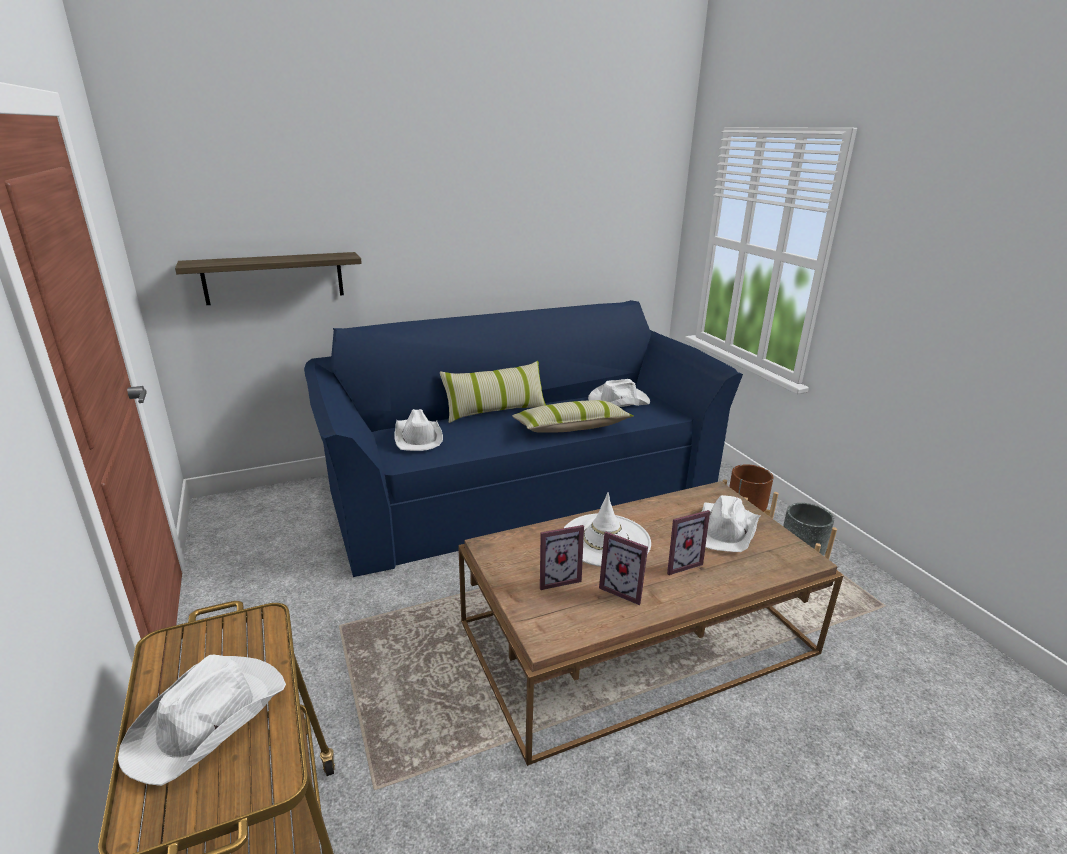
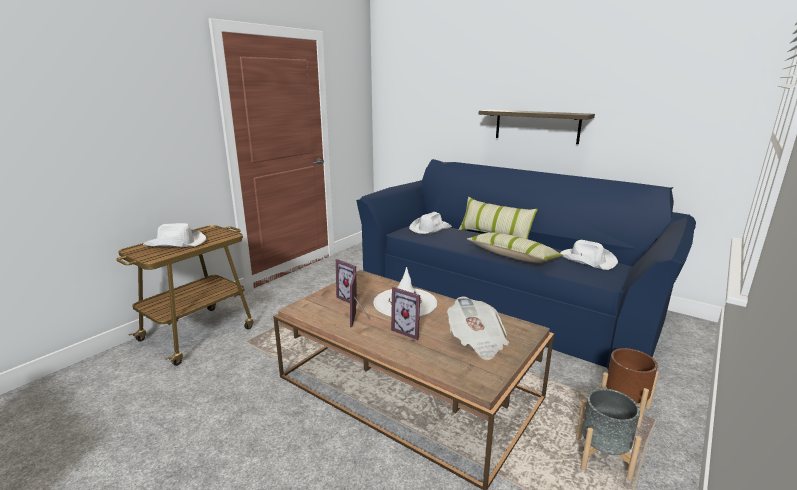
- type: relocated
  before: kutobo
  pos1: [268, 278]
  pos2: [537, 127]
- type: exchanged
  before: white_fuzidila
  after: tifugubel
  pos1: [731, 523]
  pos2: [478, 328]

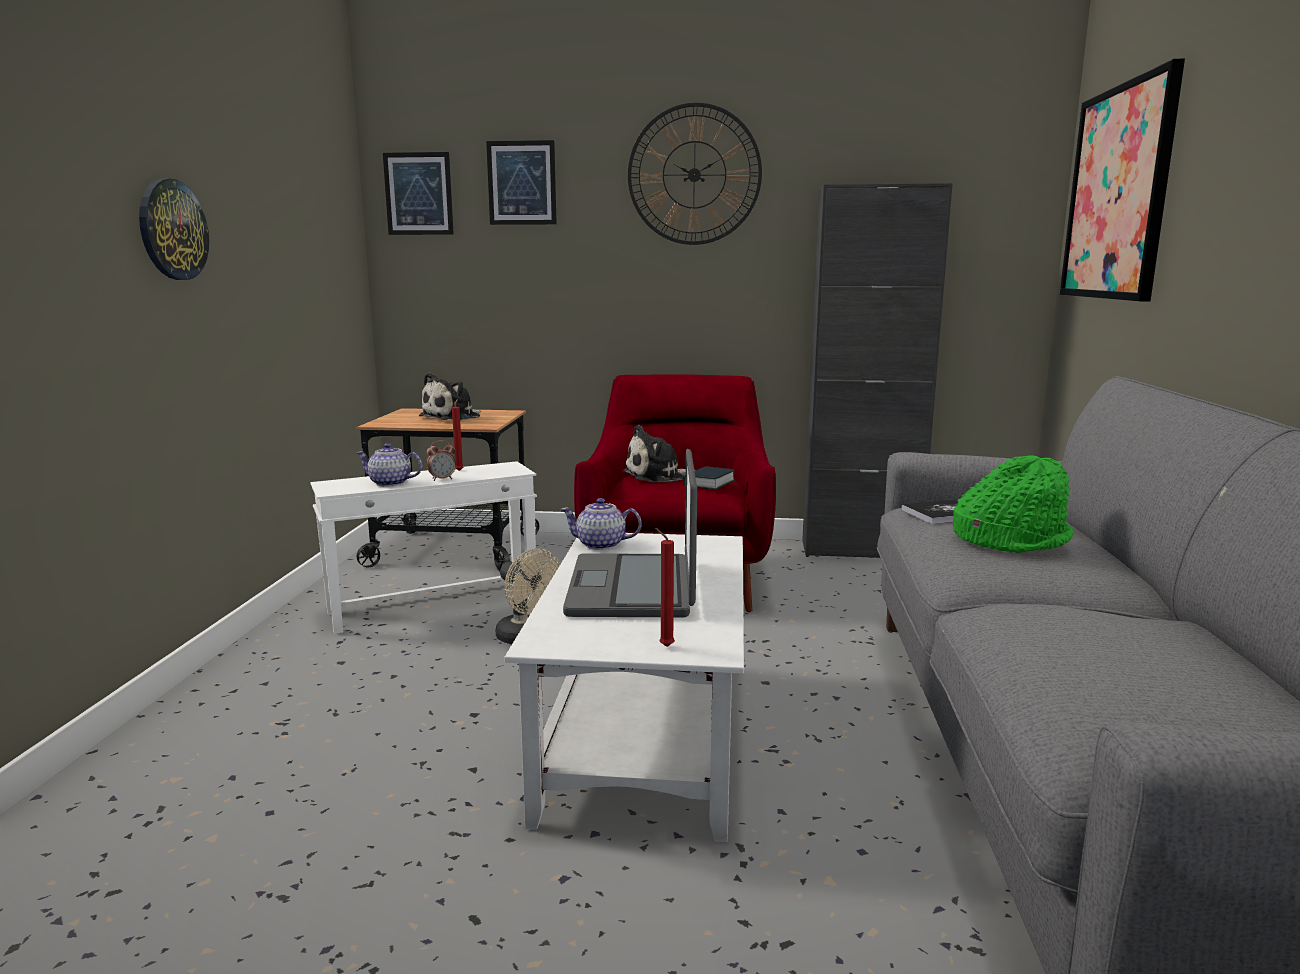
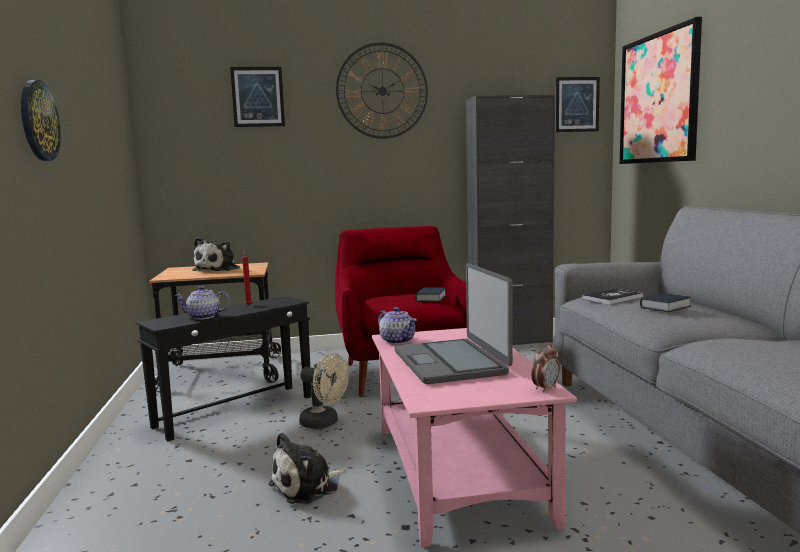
- type: missing
  before: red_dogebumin
  pos1: [665, 587]
- type: relocated
  before: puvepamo
  pos1: [418, 193]
  pos2: [577, 104]
- type: relocated
  before: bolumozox
  pos1: [441, 460]
  pos2: [545, 368]
- type: relocated
  before: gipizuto
  pos1: [659, 454]
  pos2: [307, 468]
- type: exchanged
  before: green_fuzidila
  after: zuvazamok
  pos1: [1013, 504]
  pos2: [666, 302]
- type: colour
  before: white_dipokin
  after: black_dipokin
  pos1: [423, 547]
  pos2: [224, 368]
- type: colour
  before: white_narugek
  after: pink_narugek
  pos1: [624, 687]
  pos2: [474, 437]
- type: spun
  before: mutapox
  pos1: [601, 524]
  pos2: [397, 325]
  turn: -120

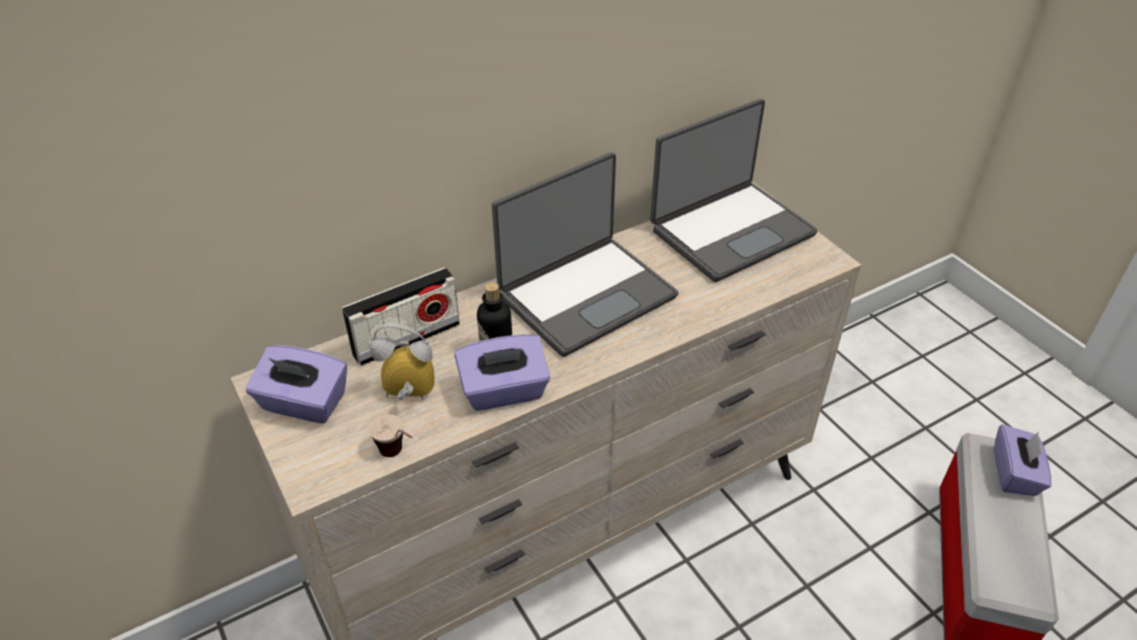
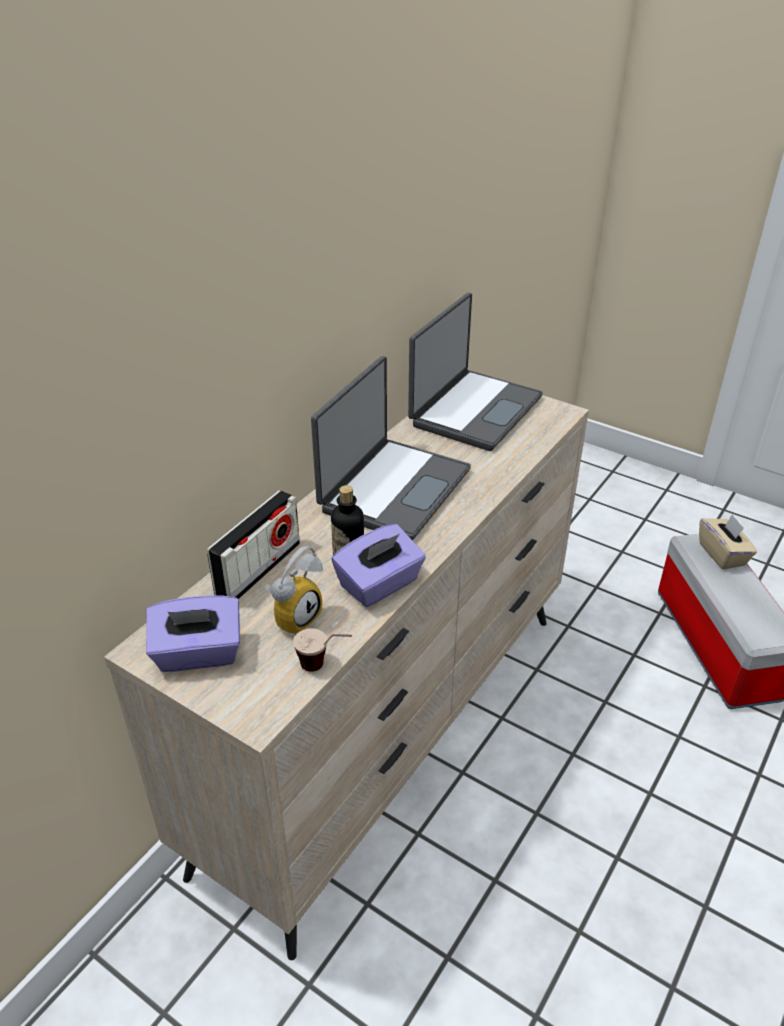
- type: colour
  before: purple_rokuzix
  after: beige_rokuzix
  pos1: [1022, 460]
  pos2: [728, 542]
- type: spun
  before: bolumozox
  pos1: [402, 361]
  pos2: [293, 590]
  turn: 150

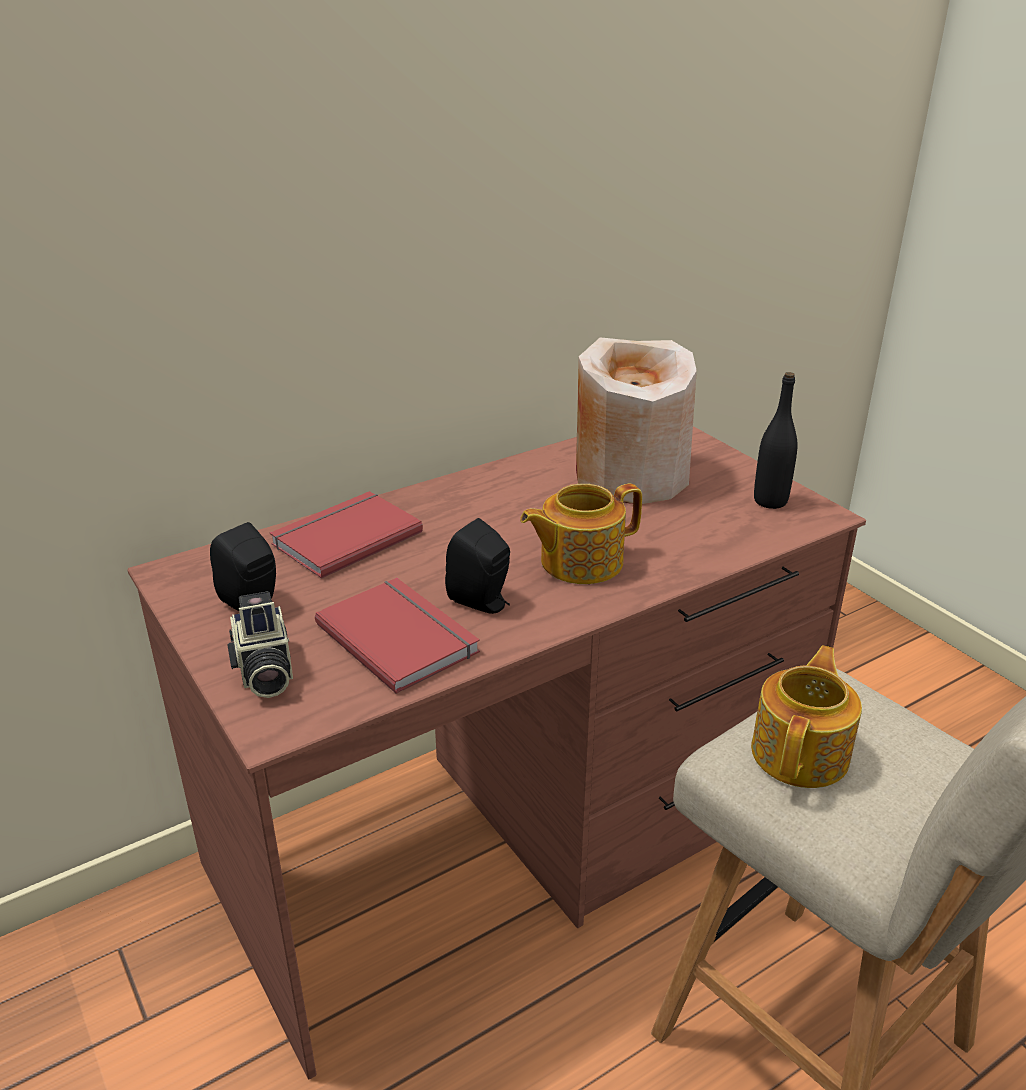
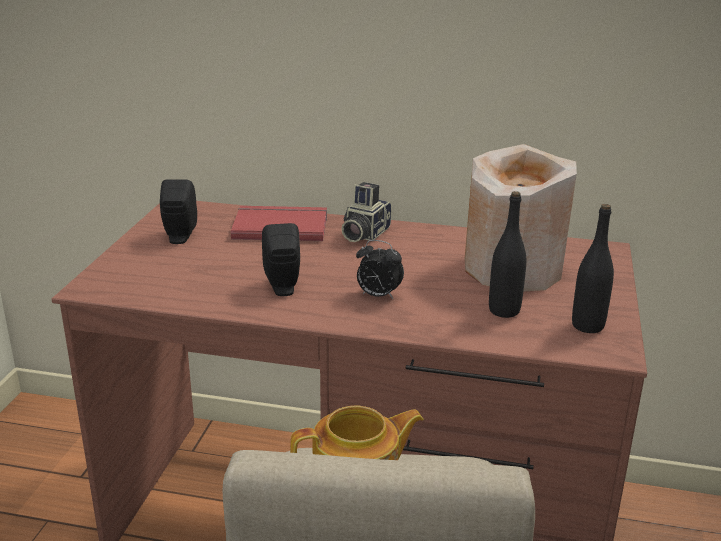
- type: missing
  before: red_zuvazamok
  pos1: [397, 636]
- type: appeared
  after: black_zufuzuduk
  pos2: [507, 254]
- type: relocated
  before: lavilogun
  pos1: [260, 644]
  pos2: [366, 212]
- type: exchanged
  before: mutapox
  after: bolumozox
  pos1: [581, 534]
  pos2: [380, 269]

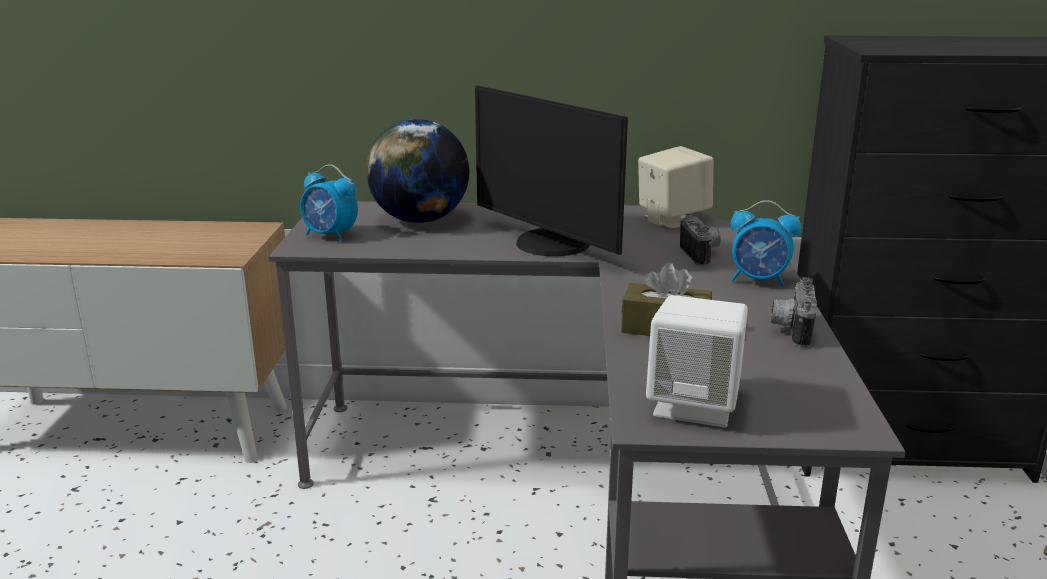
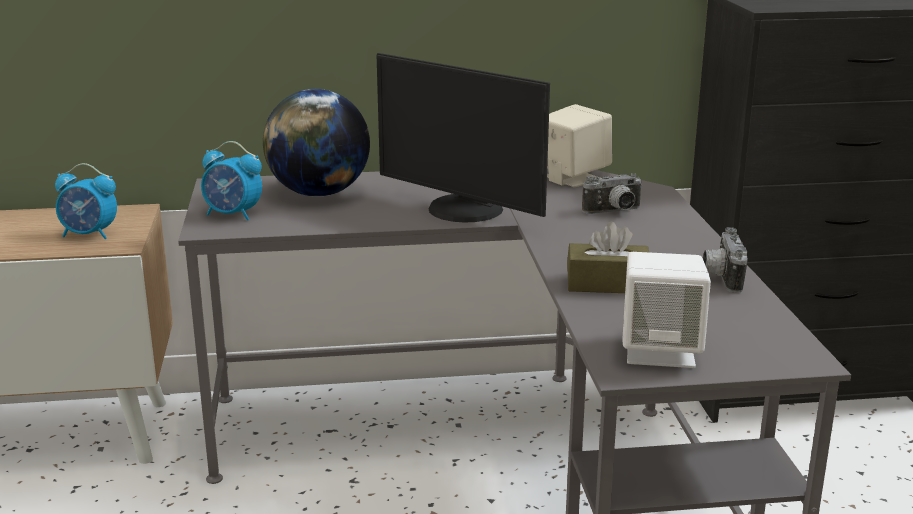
- type: relocated
  before: bolumozox
  pos1: [766, 243]
  pos2: [86, 201]
- type: spun
  before: lavilogun
  pos1: [700, 240]
  pos2: [612, 193]
  turn: 90

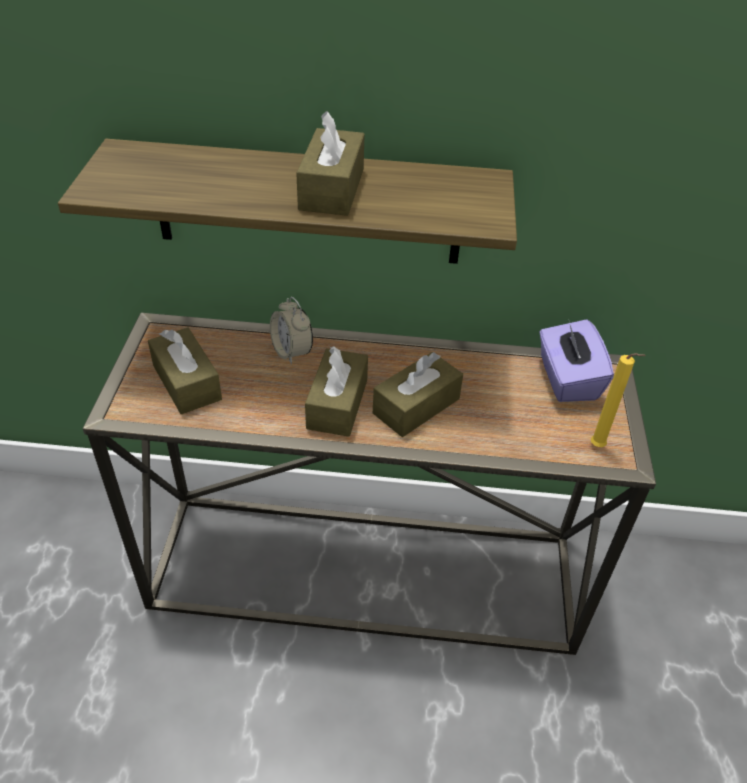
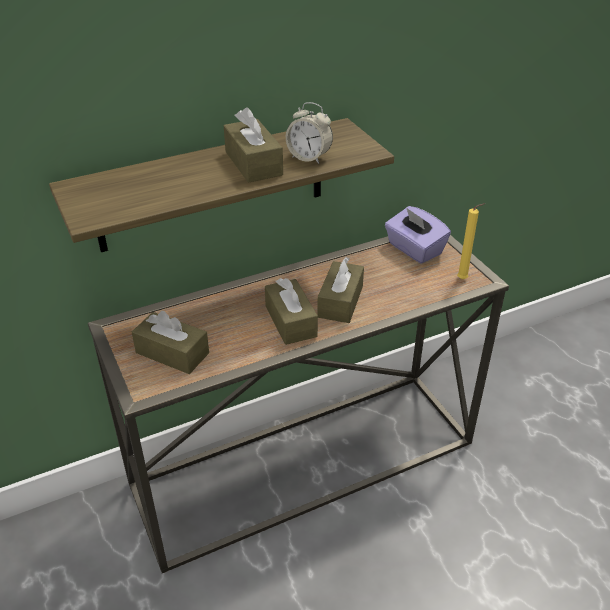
- type: relocated
  before: bolumozox
  pos1: [291, 331]
  pos2: [309, 133]

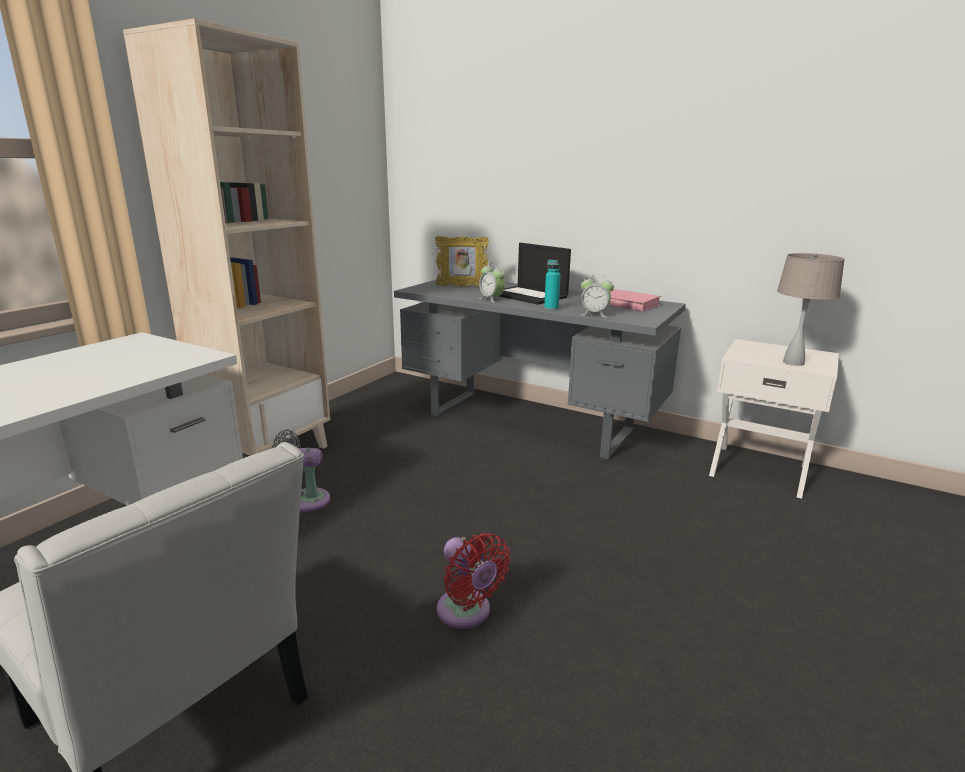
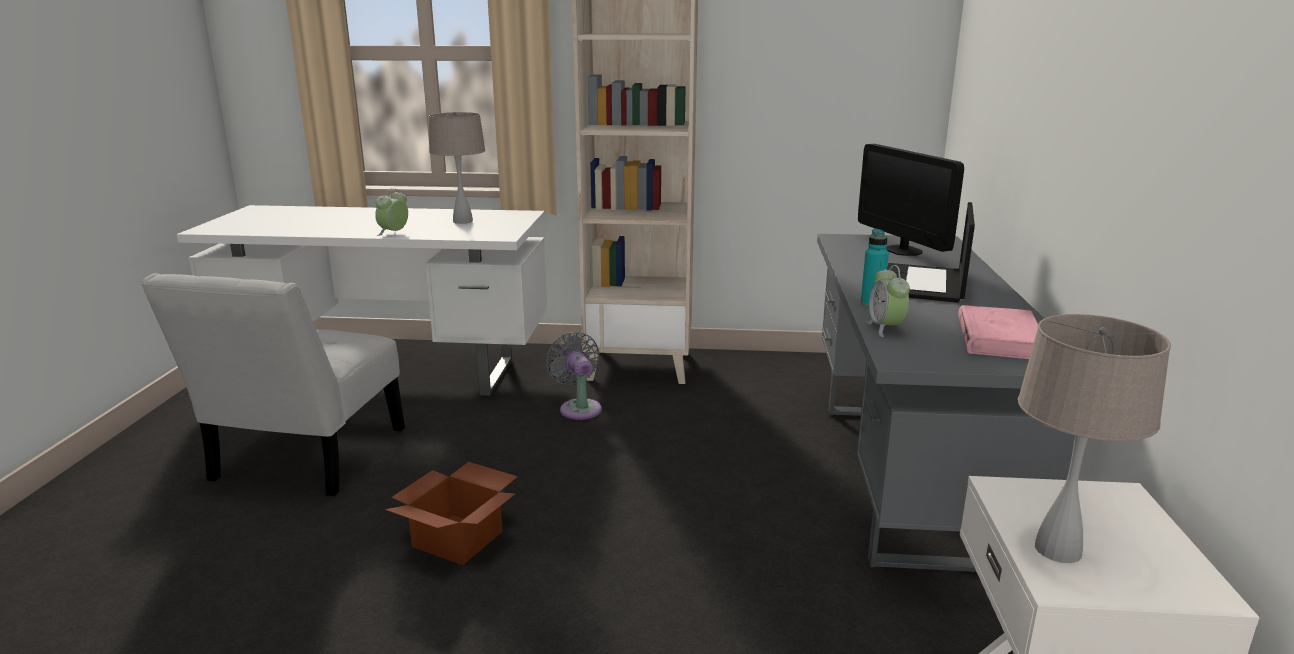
- type: appeared
  after: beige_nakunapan
  pos2: [457, 168]
- type: relocated
  before: bolumozox
  pos1: [492, 283]
  pos2: [391, 212]
- type: exchanged
  before: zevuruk
  after: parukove
  pos1: [462, 261]
  pos2: [911, 200]
- type: exchanged
  before: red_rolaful
  after: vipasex
  pos1: [473, 581]
  pos2: [451, 513]

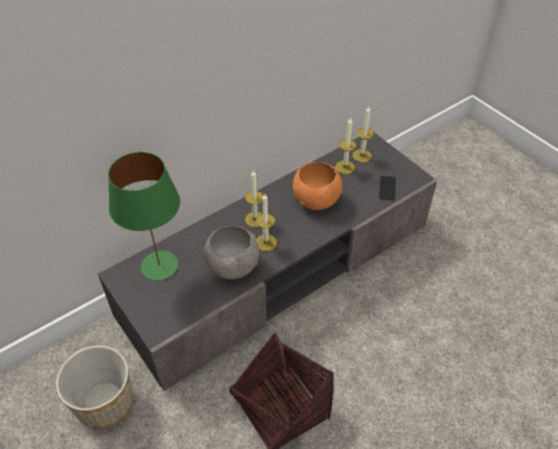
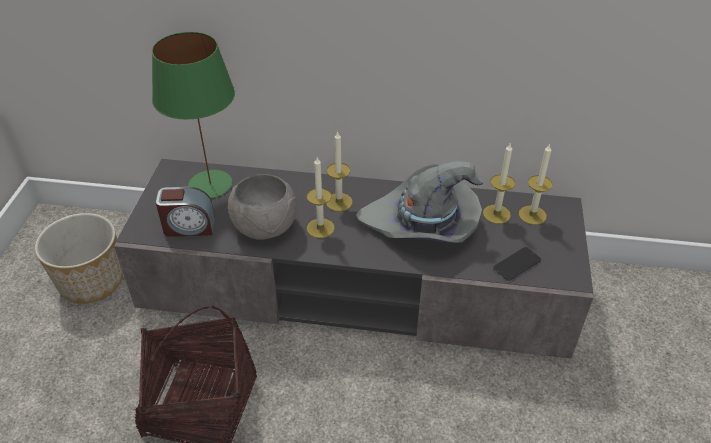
- type: appeared
  after: bolumozox
  pos2: [185, 212]
- type: exchanged
  before: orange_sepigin
  after: grey_fuzidila
  pos1: [318, 186]
  pos2: [420, 202]

